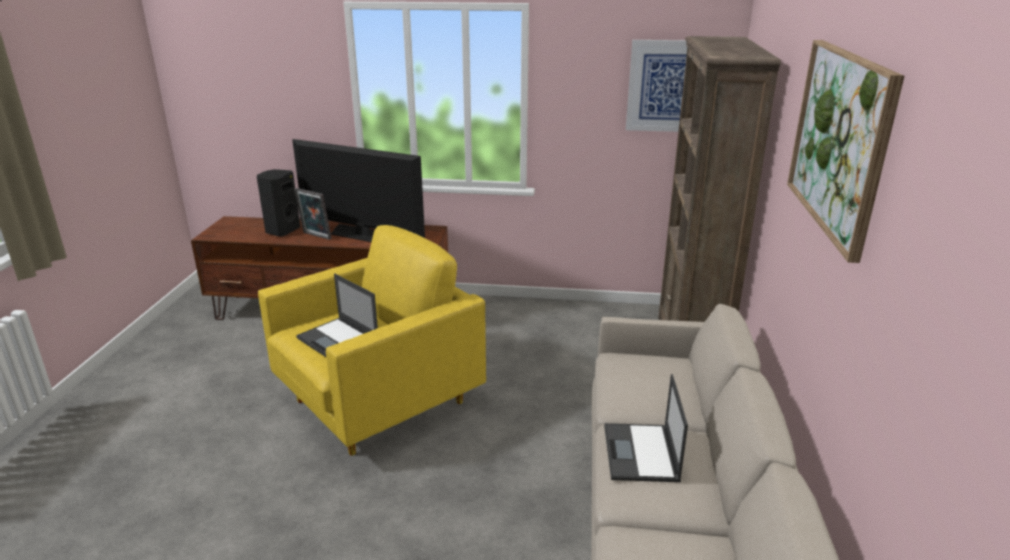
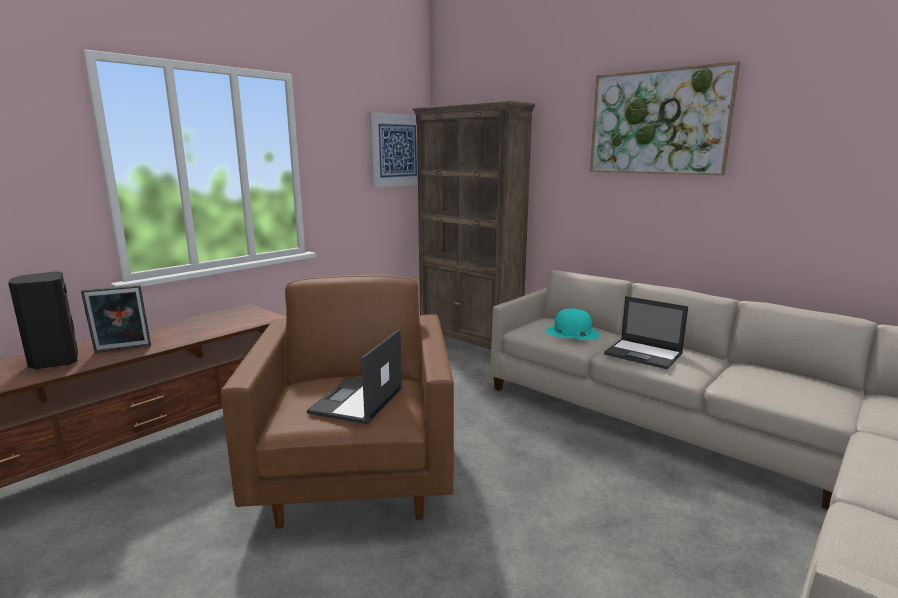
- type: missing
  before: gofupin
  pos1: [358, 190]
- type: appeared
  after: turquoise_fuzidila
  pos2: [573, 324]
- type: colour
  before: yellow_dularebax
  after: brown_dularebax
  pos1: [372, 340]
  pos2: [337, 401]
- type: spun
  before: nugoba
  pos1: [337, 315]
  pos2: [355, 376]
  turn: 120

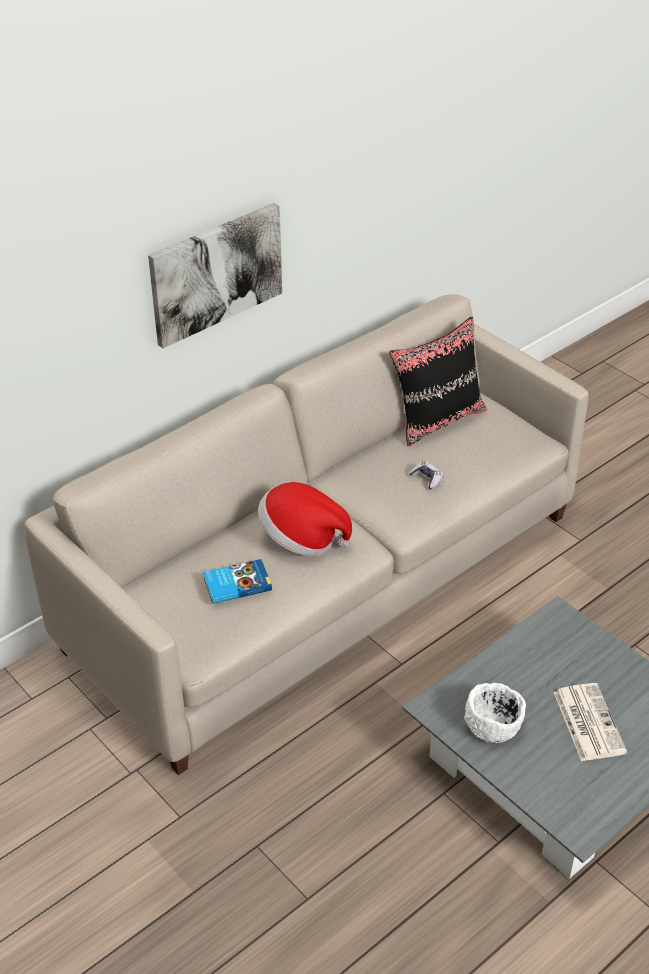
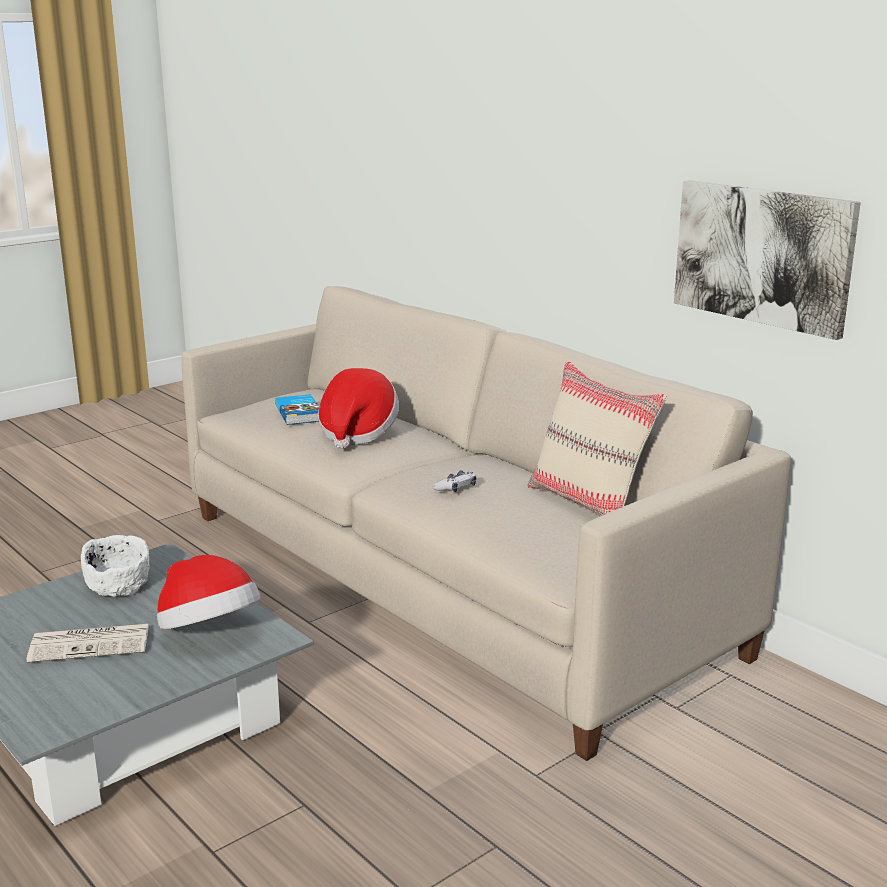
- type: appeared
  after: fuzidila
  pos2: [209, 592]
- type: relocated
  before: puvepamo
  pos1: [215, 275]
  pos2: [767, 260]
- type: colour
  before: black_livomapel
  after: beige_livomapel
  pos1: [438, 382]
  pos2: [597, 438]

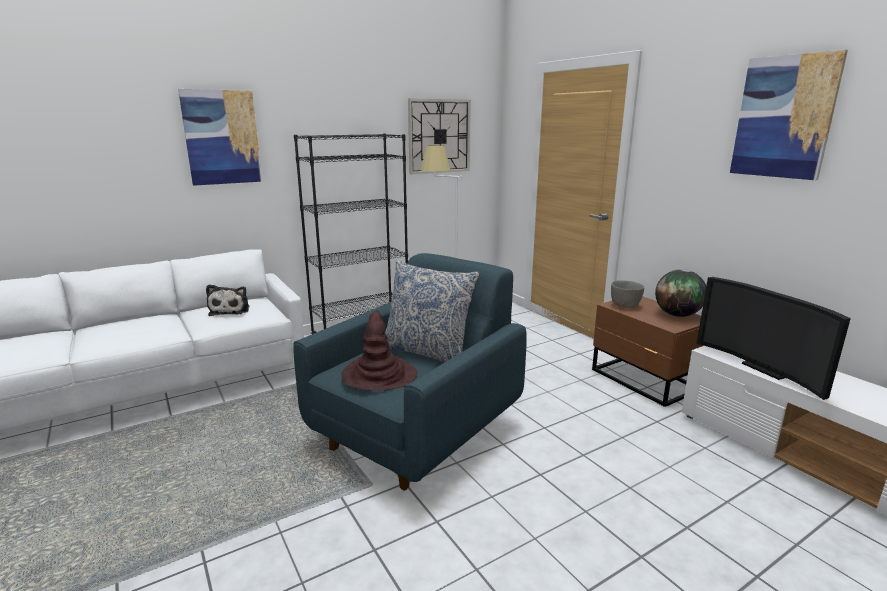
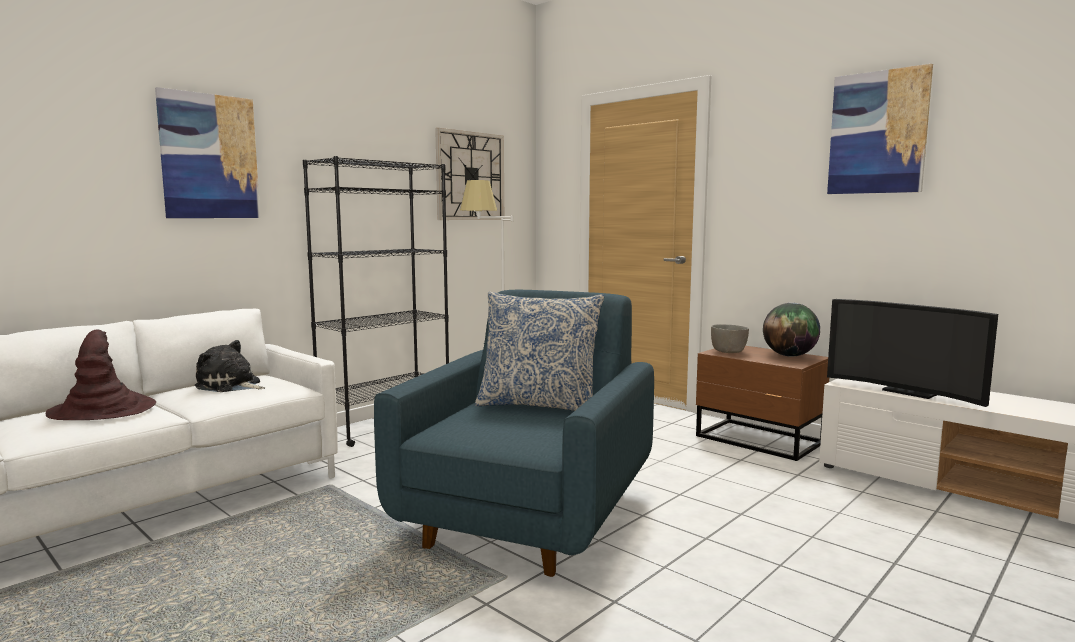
- type: relocated
  before: brown_fuzidila
  pos1: [379, 350]
  pos2: [101, 374]
- type: spun
  before: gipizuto
  pos1: [227, 300]
  pos2: [230, 366]
  turn: 135

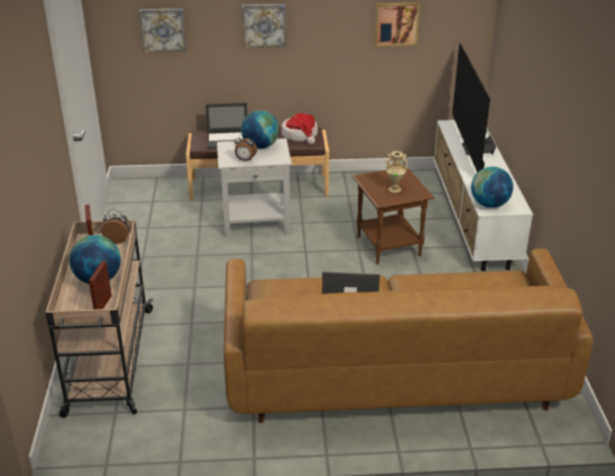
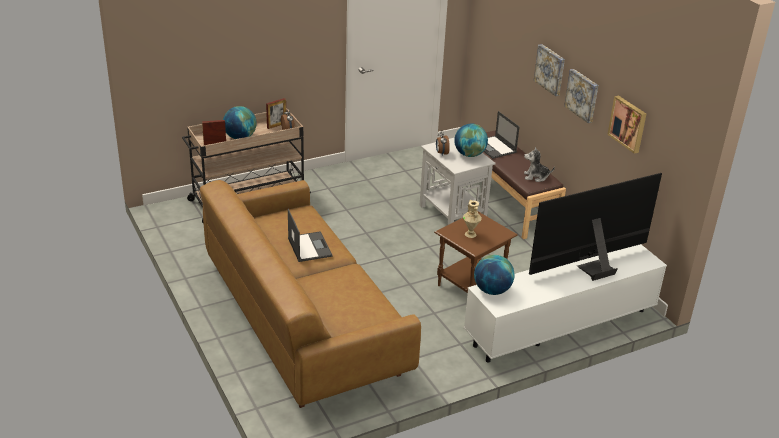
- type: relocated
  before: puvepamo
  pos1: [162, 30]
  pos2: [581, 96]
- type: exchanged
  before: fuzidila
  after: gipizuto
  pos1: [299, 129]
  pos2: [539, 164]

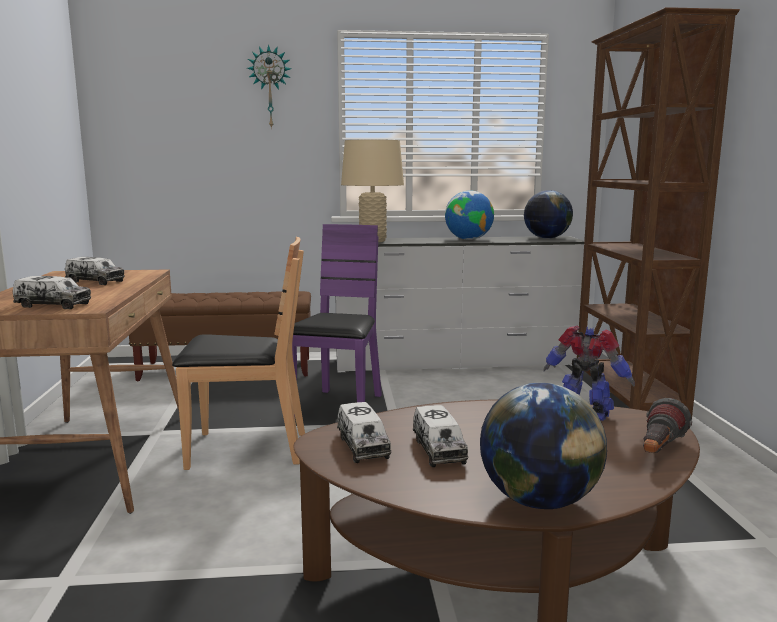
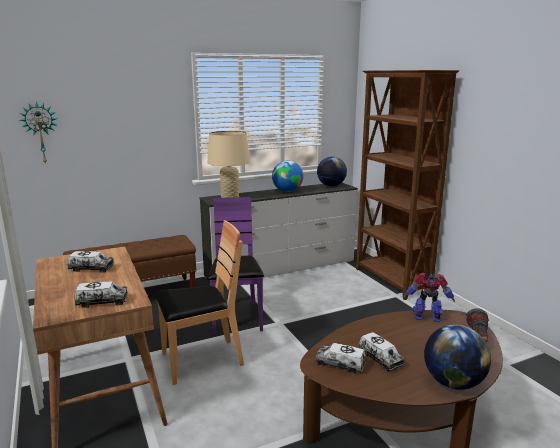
- type: relocated
  before: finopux
  pos1: [269, 86]
  pos2: [38, 133]
- type: spun
  before: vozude
  pos1: [364, 432]
  pos2: [341, 358]
  turn: 150

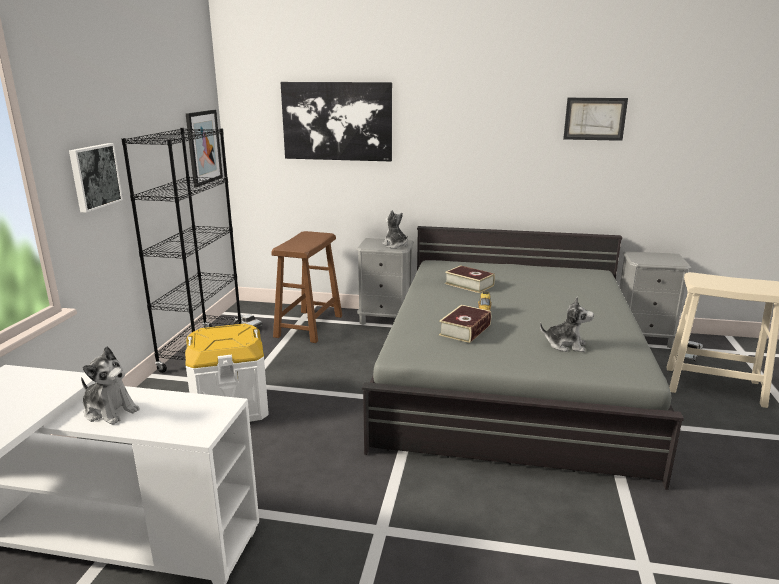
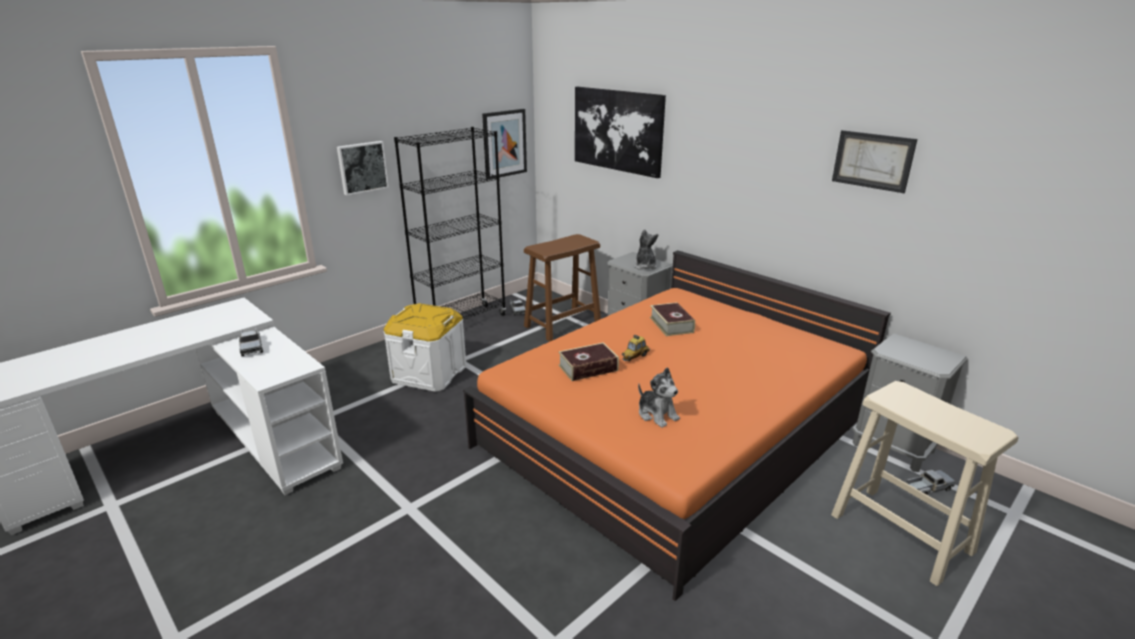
- type: exchanged
  before: gipizuto
  after: vozude
  pos1: [110, 385]
  pos2: [251, 341]
- type: colour
  before: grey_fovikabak
  after: orange_fovikabak
  pos1: [523, 358]
  pos2: [677, 425]

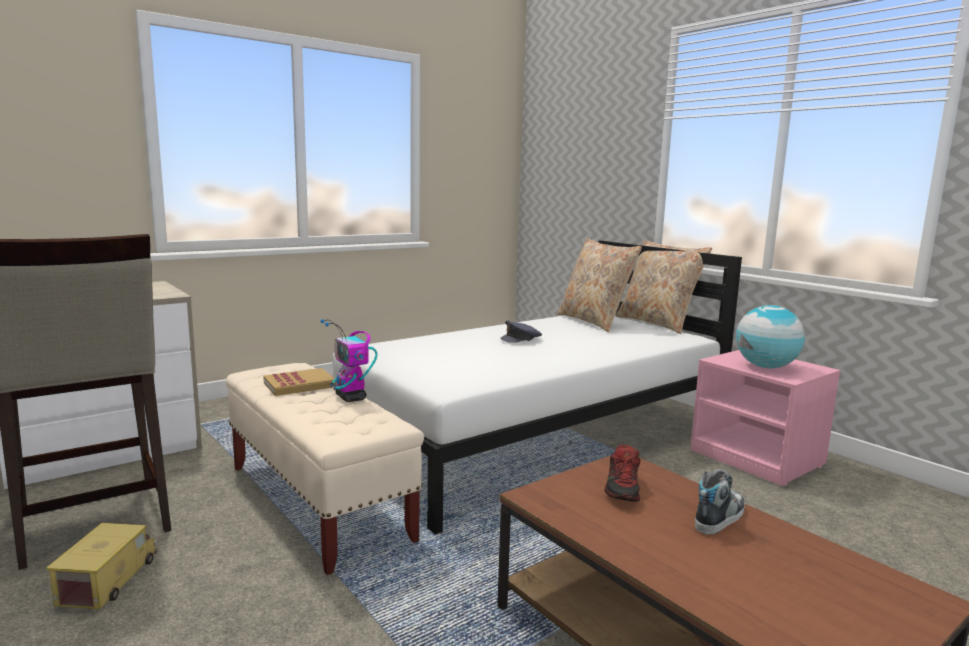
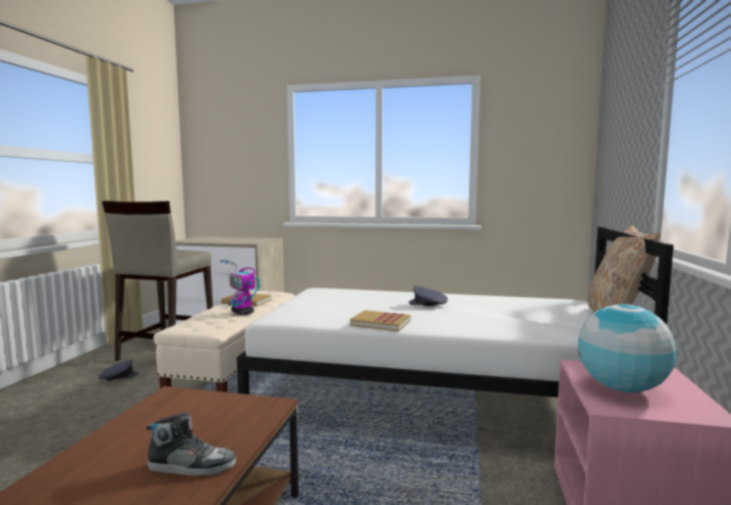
- type: missing
  before: beige_livomapel
  pos1: [599, 285]
- type: missing
  before: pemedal
  pos1: [622, 473]
- type: appeared
  after: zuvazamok
  pos2: [380, 321]
- type: exchanged
  before: vozude
  after: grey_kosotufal
  pos1: [102, 566]
  pos2: [118, 370]
- type: spun
  before: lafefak
  pos1: [348, 360]
  pos2: [240, 287]
  turn: -60

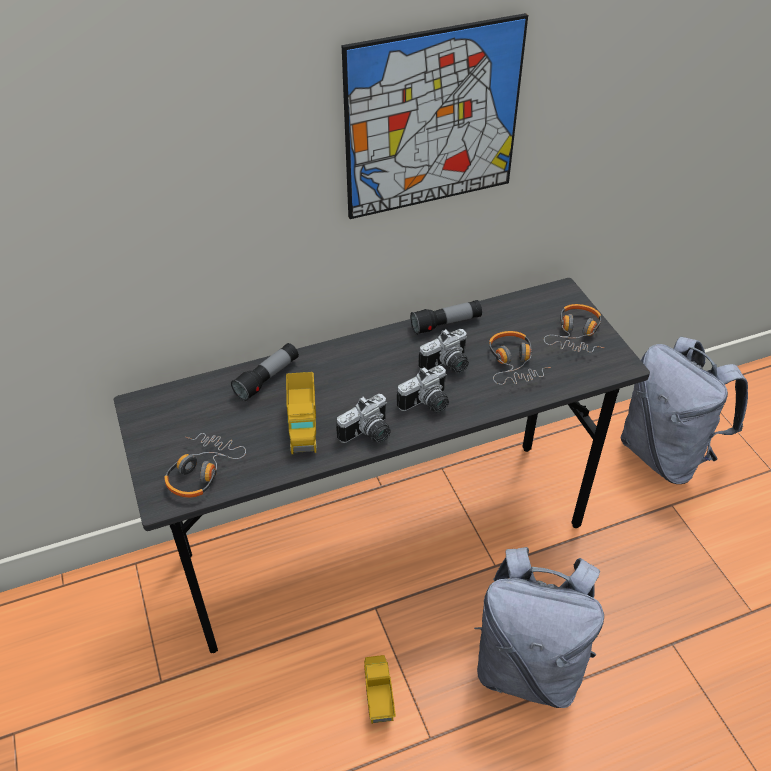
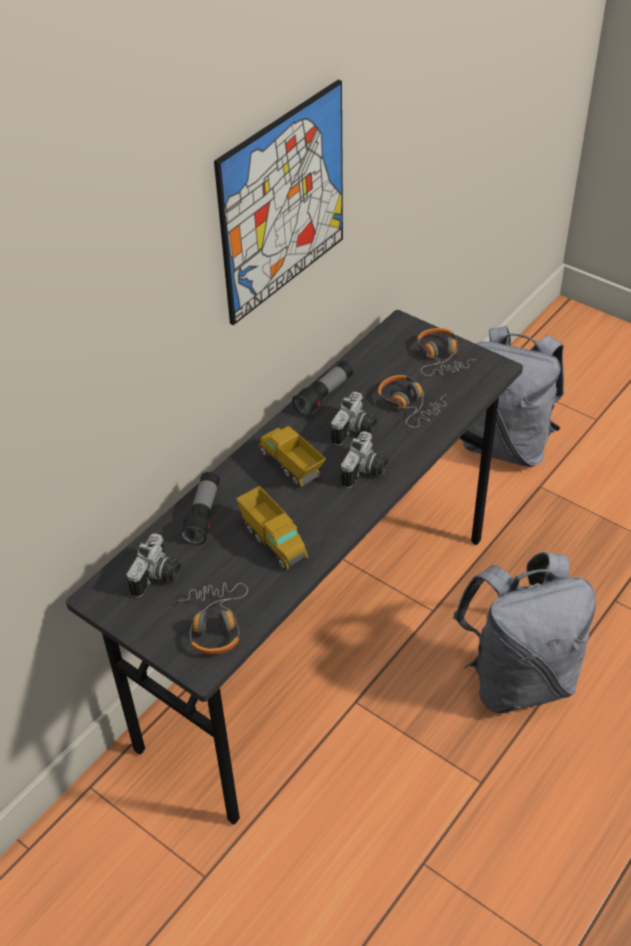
- type: relocated
  before: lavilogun
  pos1: [363, 418]
  pos2: [153, 565]
- type: relocated
  before: vozude
  pos1: [380, 689]
  pos2: [292, 456]

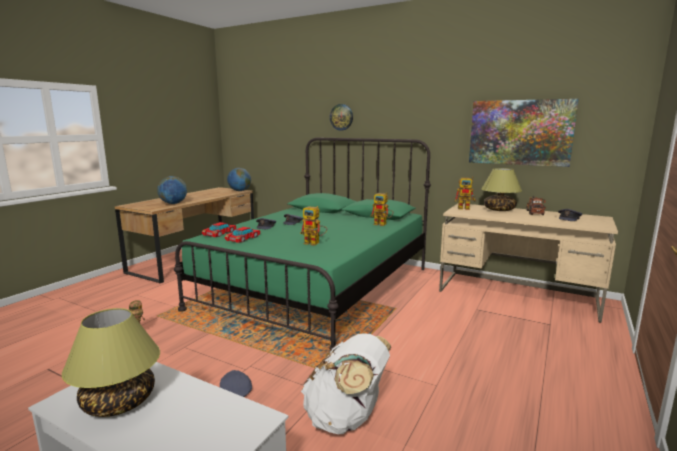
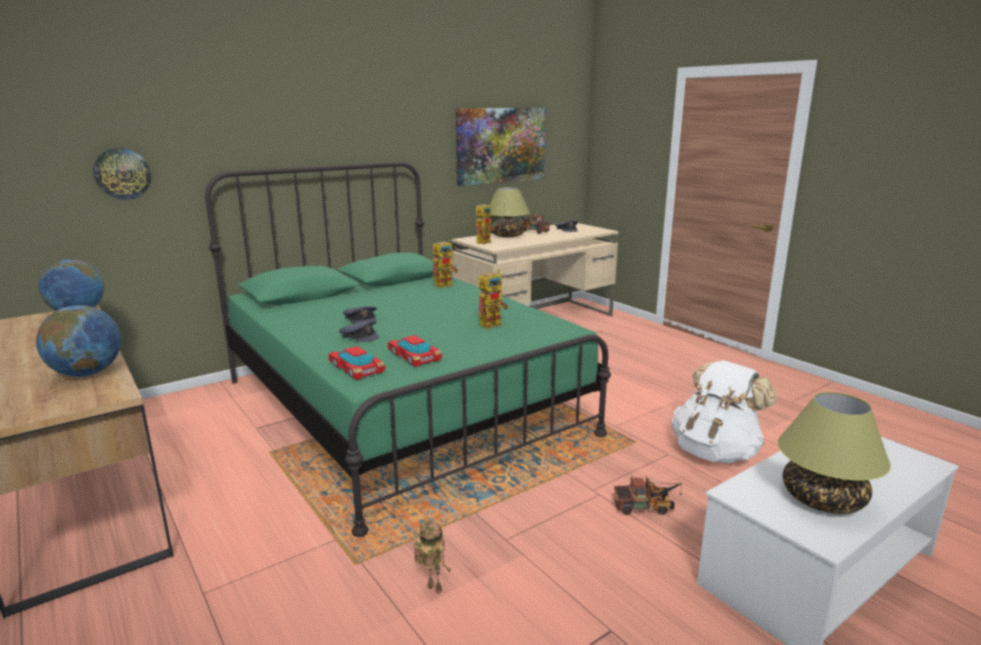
- type: relocated
  before: finopux
  pos1: [341, 117]
  pos2: [122, 174]
- type: exchanged
  before: grey_kosotufal
  after: vozude
  pos1: [236, 383]
  pos2: [648, 495]

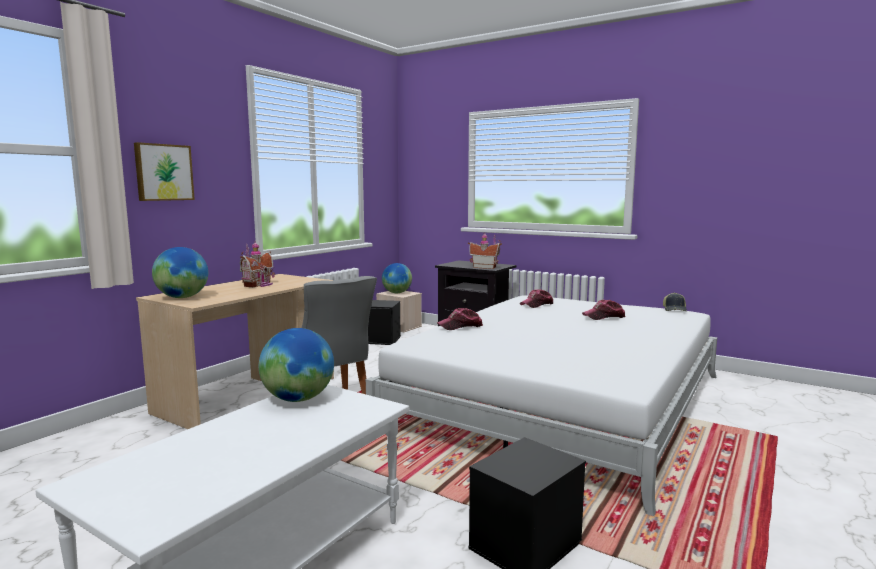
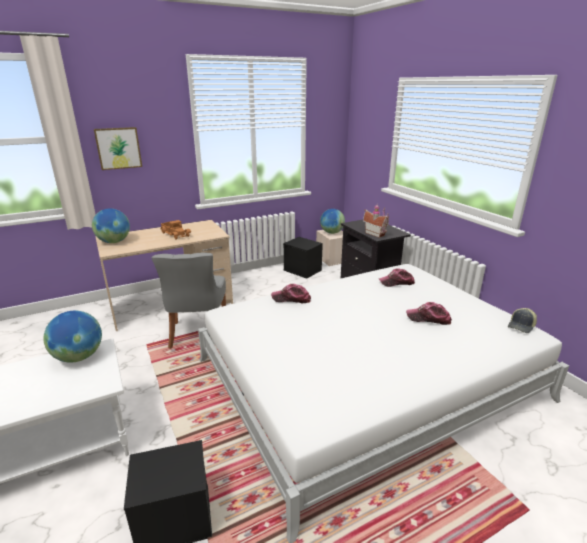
- type: exchanged
  before: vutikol
  after: vozude
  pos1: [257, 264]
  pos2: [176, 230]

